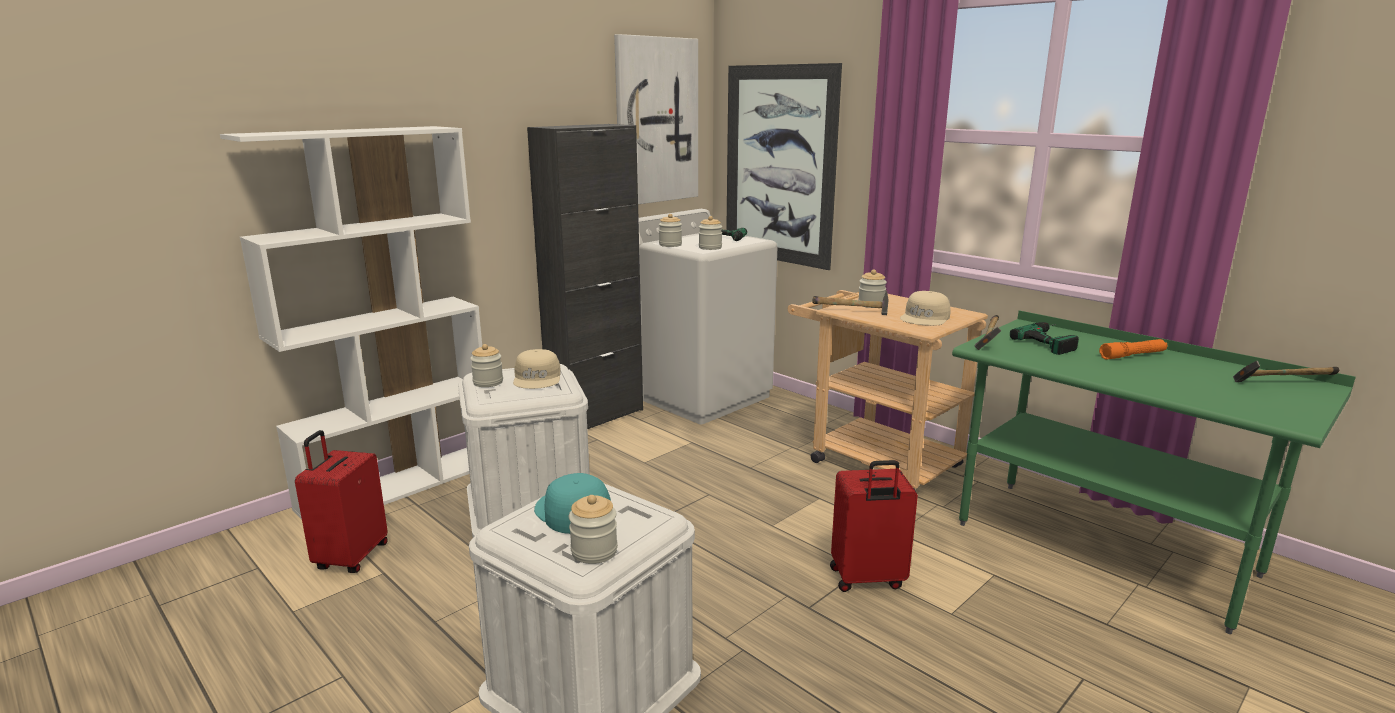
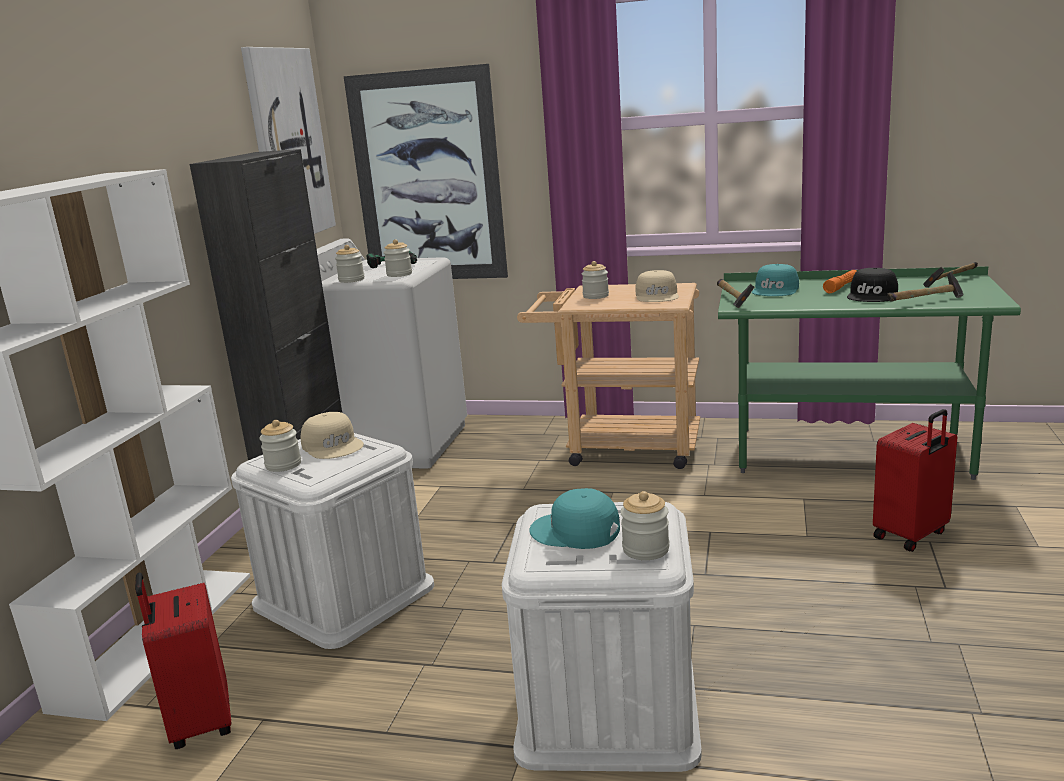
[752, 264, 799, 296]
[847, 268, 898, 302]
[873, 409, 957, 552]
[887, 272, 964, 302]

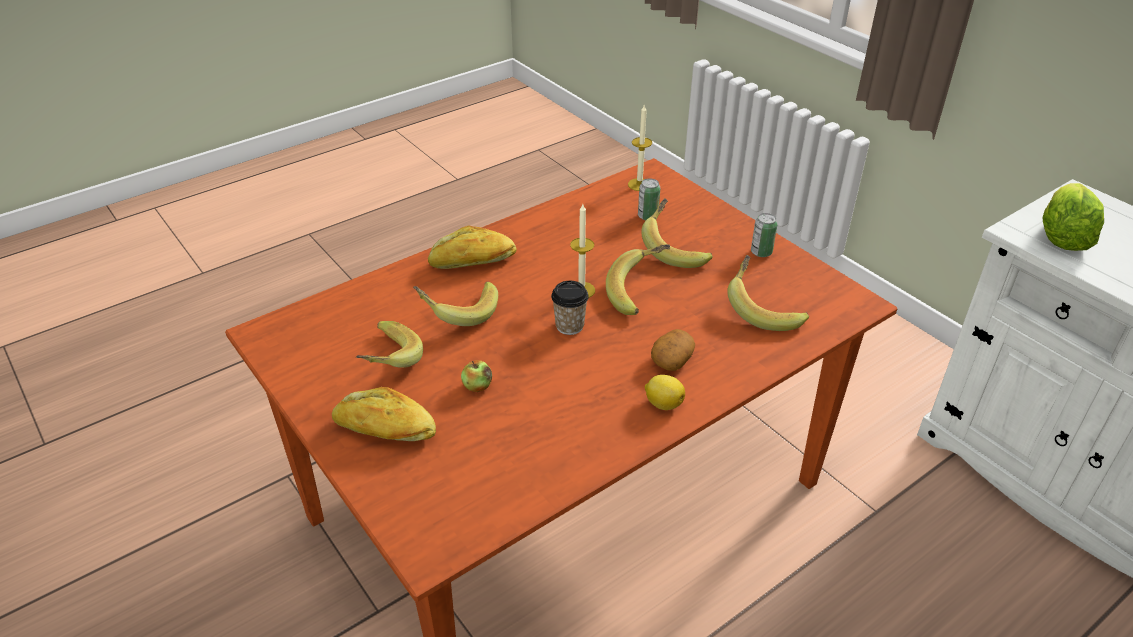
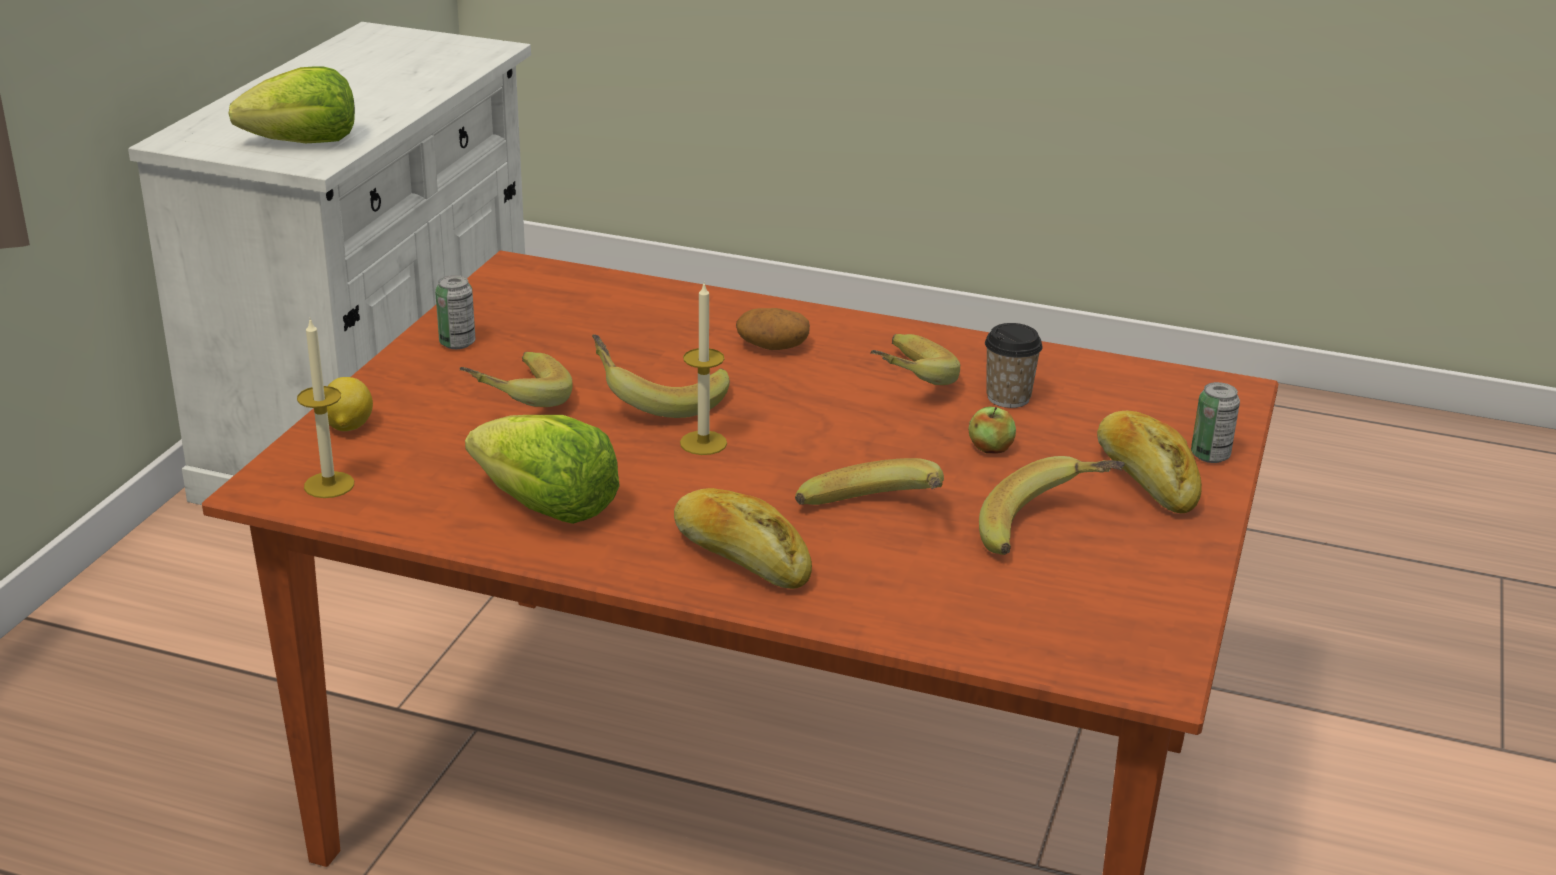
[327, 377, 373, 431]
[465, 415, 620, 524]
[870, 334, 960, 385]
[985, 323, 1043, 408]
[1191, 382, 1240, 463]

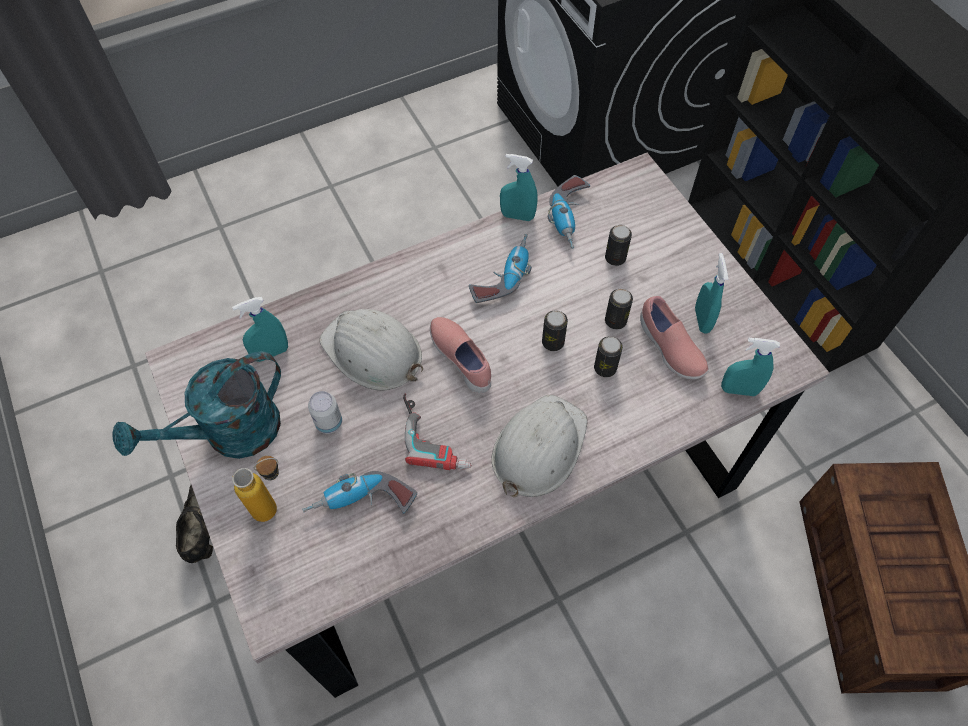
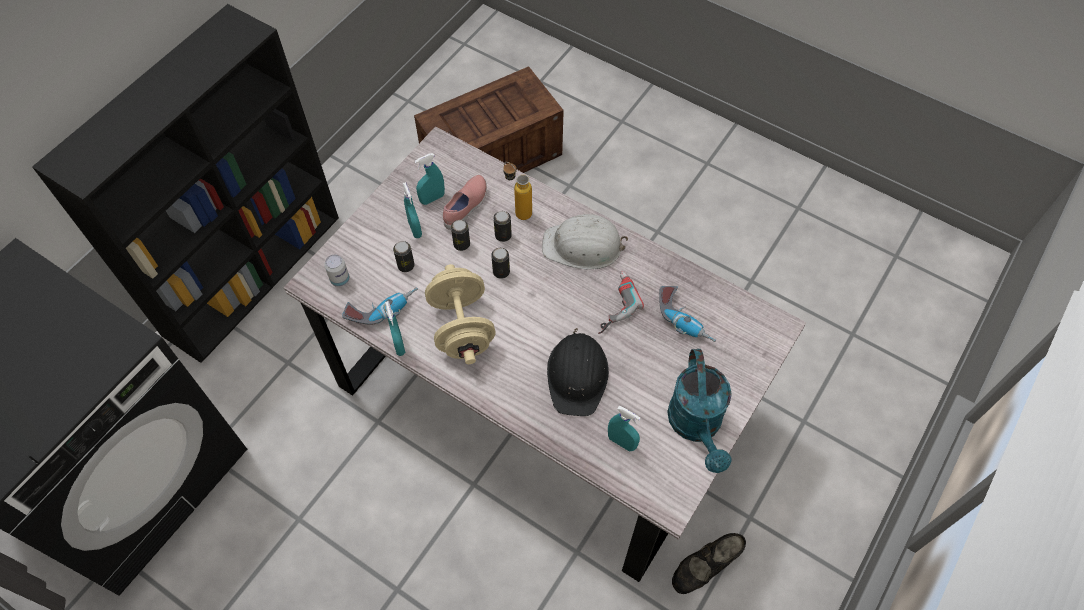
[324, 254, 350, 287]
[402, 182, 422, 238]
[425, 264, 496, 364]
[503, 162, 532, 220]
[547, 328, 609, 416]
[667, 349, 732, 473]
[430, 317, 491, 393] (first image)

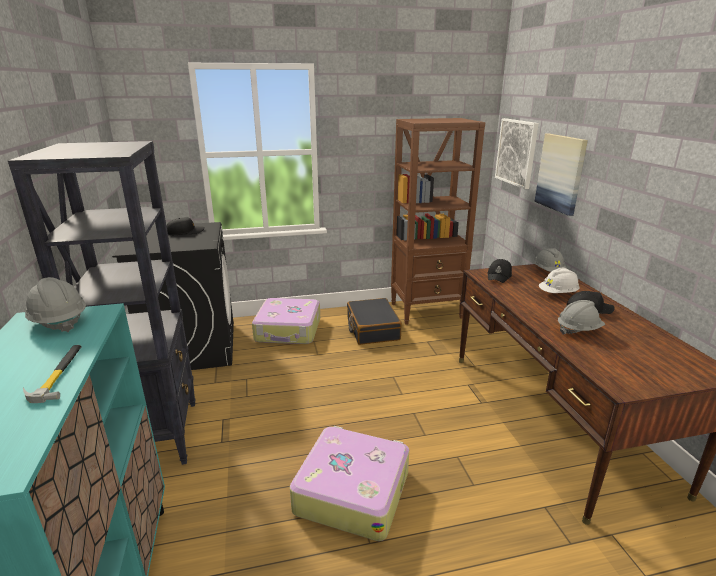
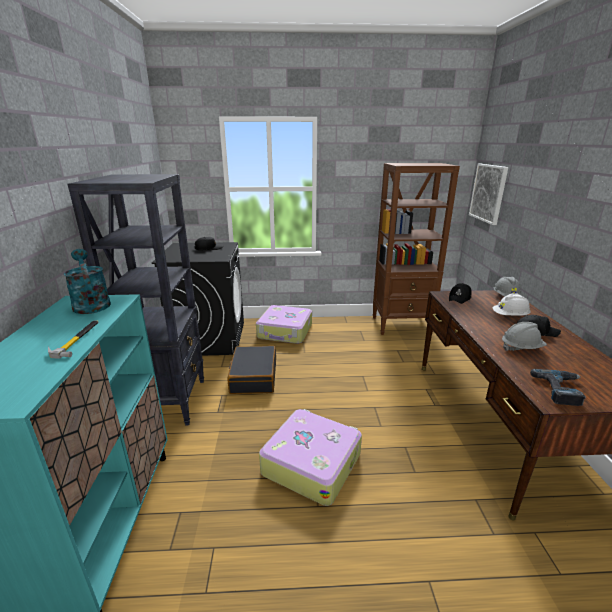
[64, 249, 111, 314]
[228, 346, 276, 394]
[530, 369, 586, 406]
[534, 134, 588, 216] (first image)

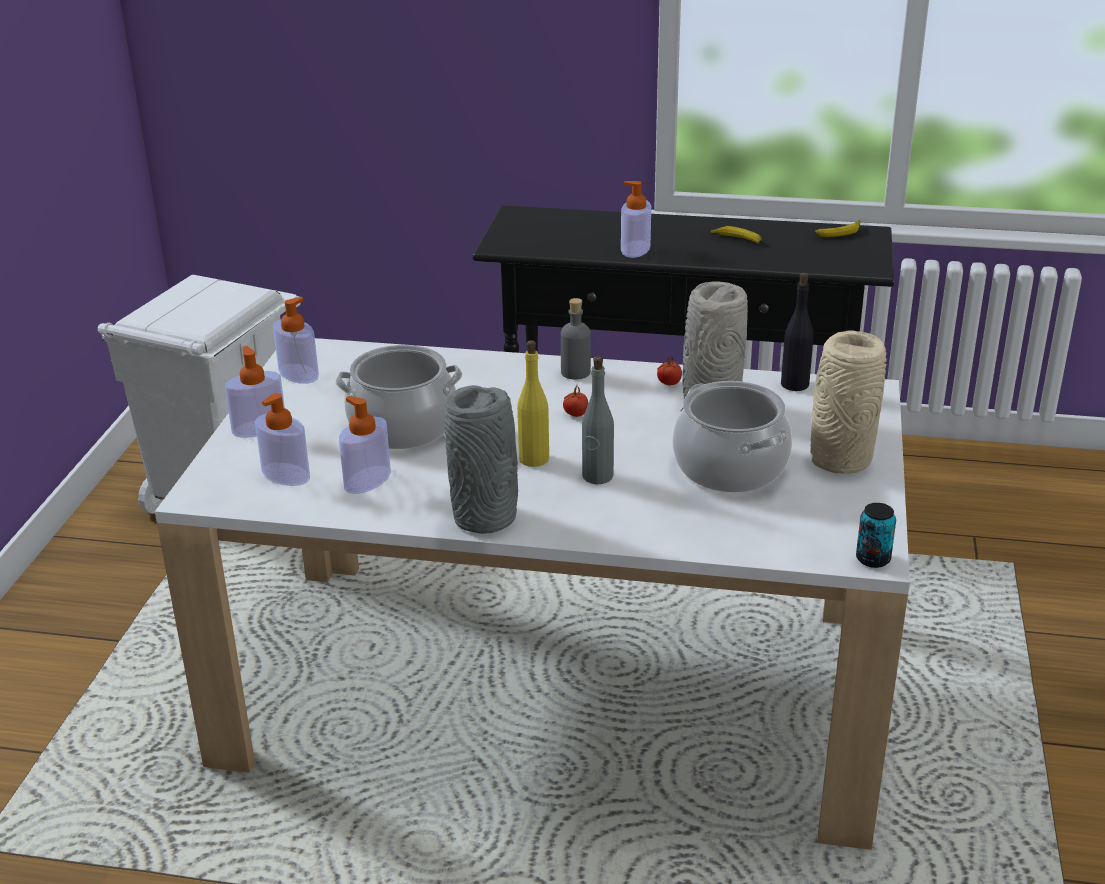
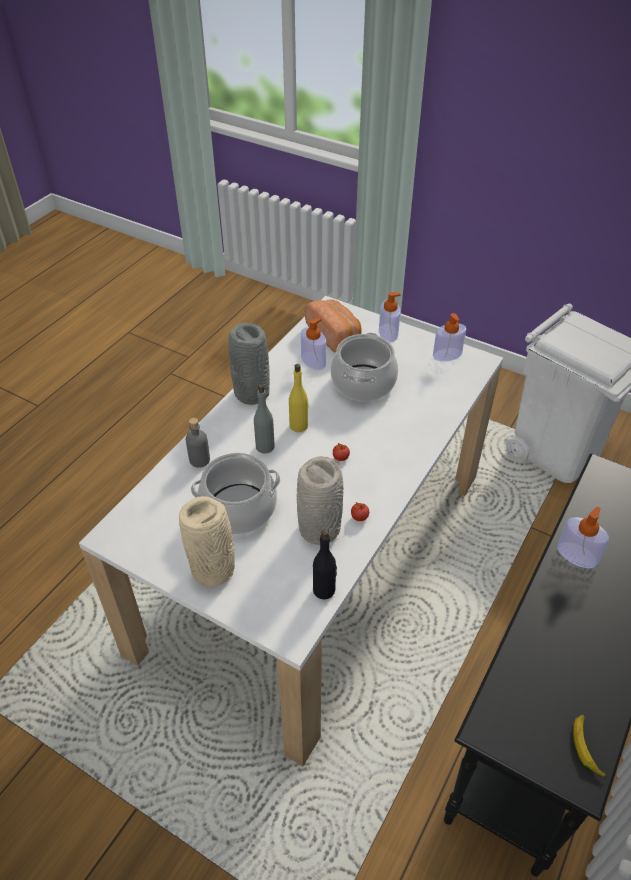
[186, 418, 210, 468]
[305, 299, 362, 353]
[710, 226, 762, 244] (first image)
[856, 503, 896, 568] (first image)

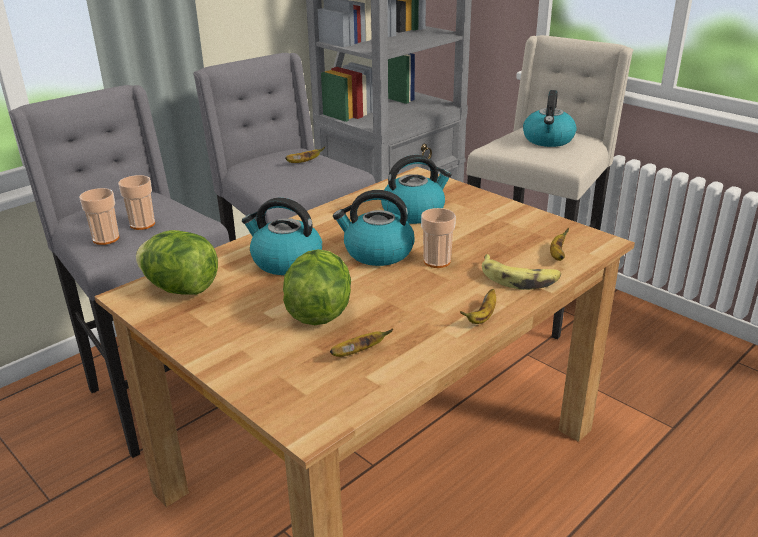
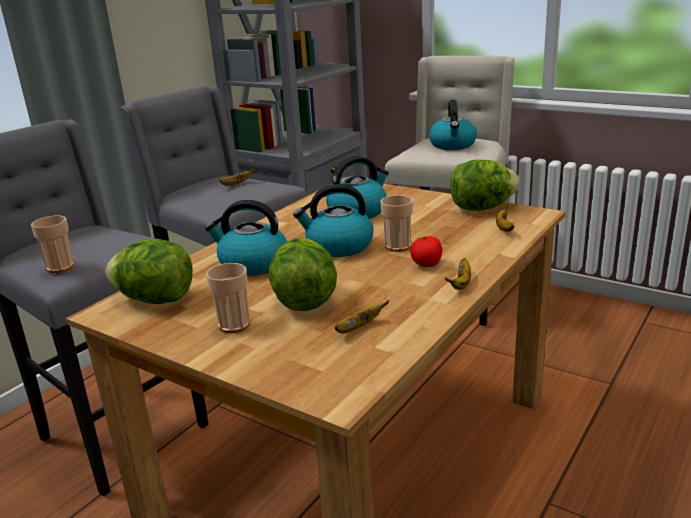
[206, 263, 250, 333]
[410, 236, 442, 267]
[450, 159, 520, 211]
[482, 254, 561, 290] (first image)

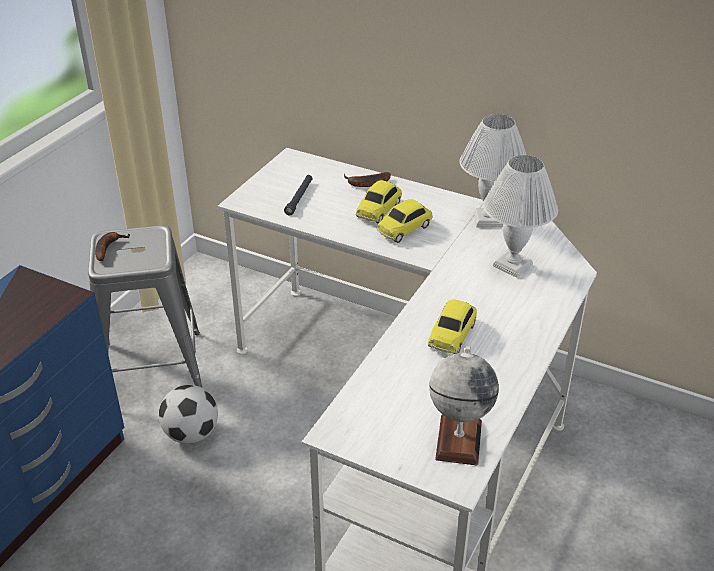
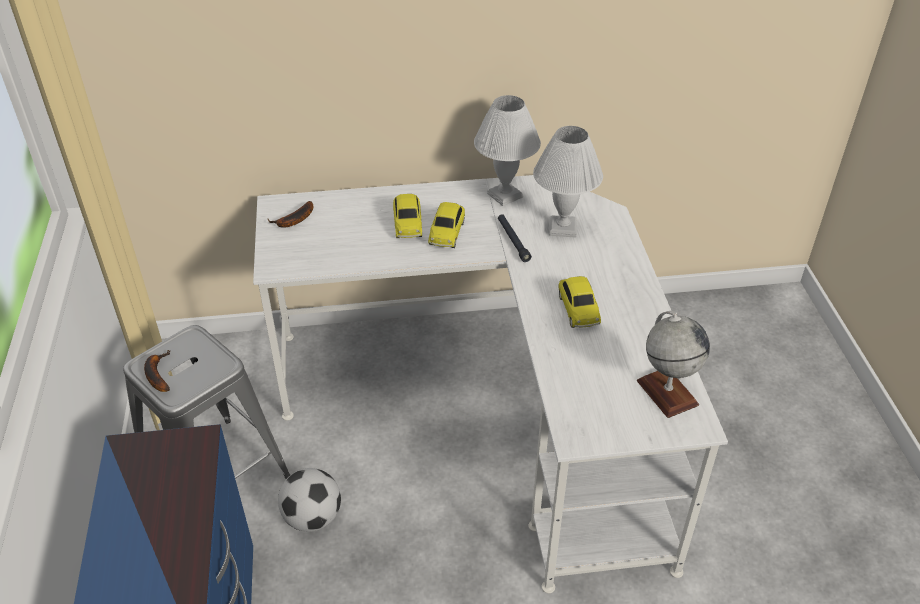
[267, 201, 313, 228]
[498, 214, 532, 262]

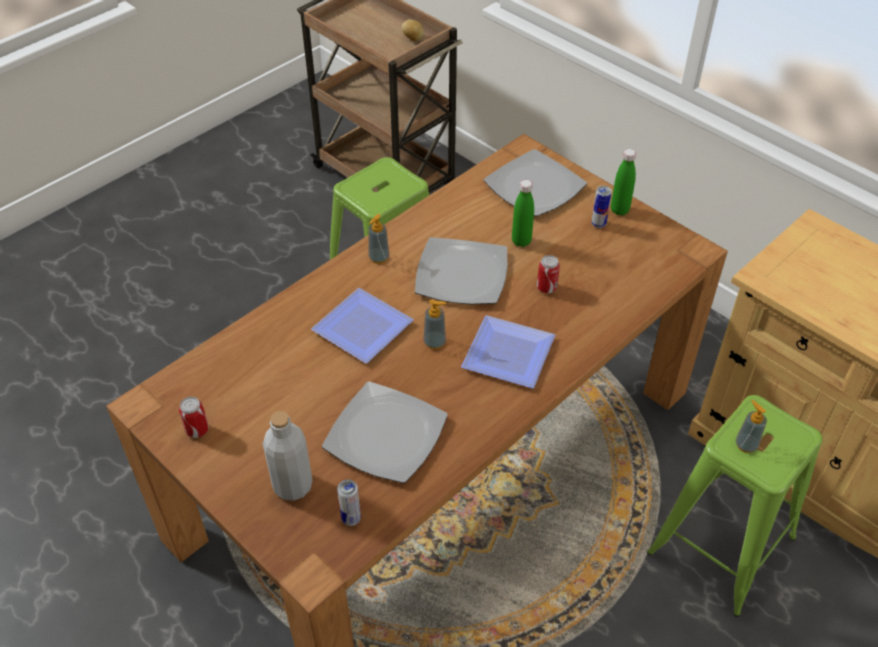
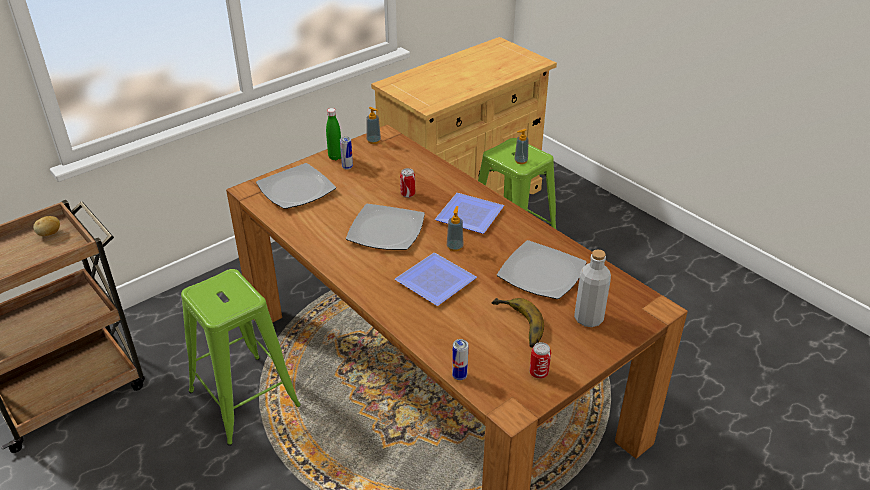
[367, 107, 381, 144]
[452, 339, 468, 380]
[491, 298, 544, 348]
[512, 180, 534, 247] (first image)

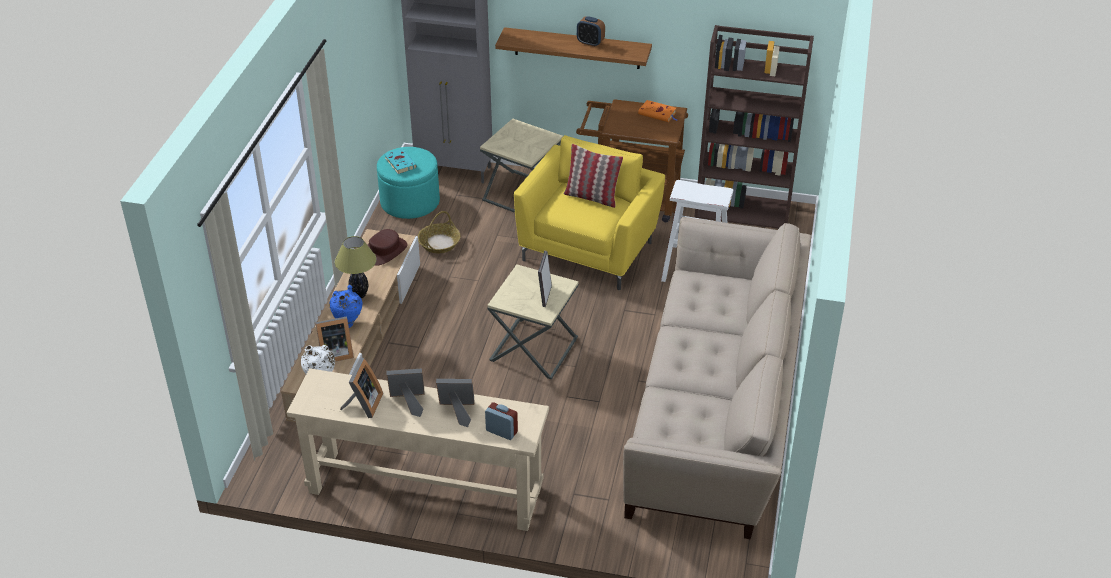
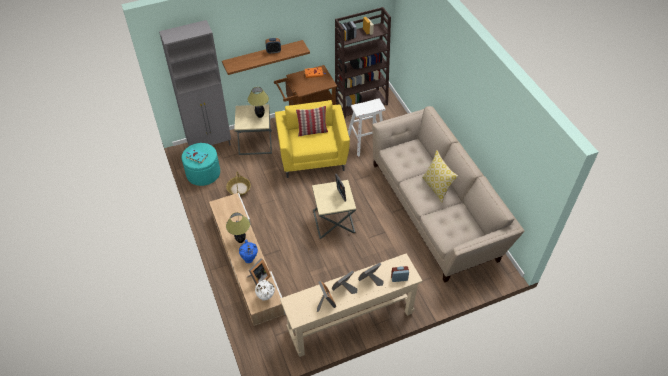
[248, 87, 269, 118]
[422, 150, 458, 203]
[367, 229, 408, 266] (first image)

